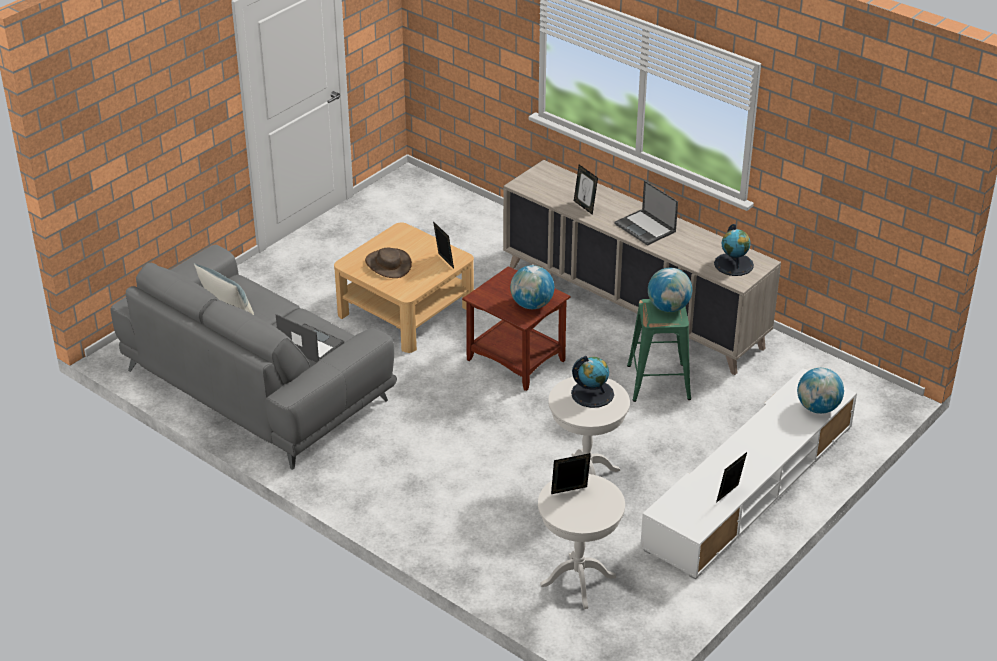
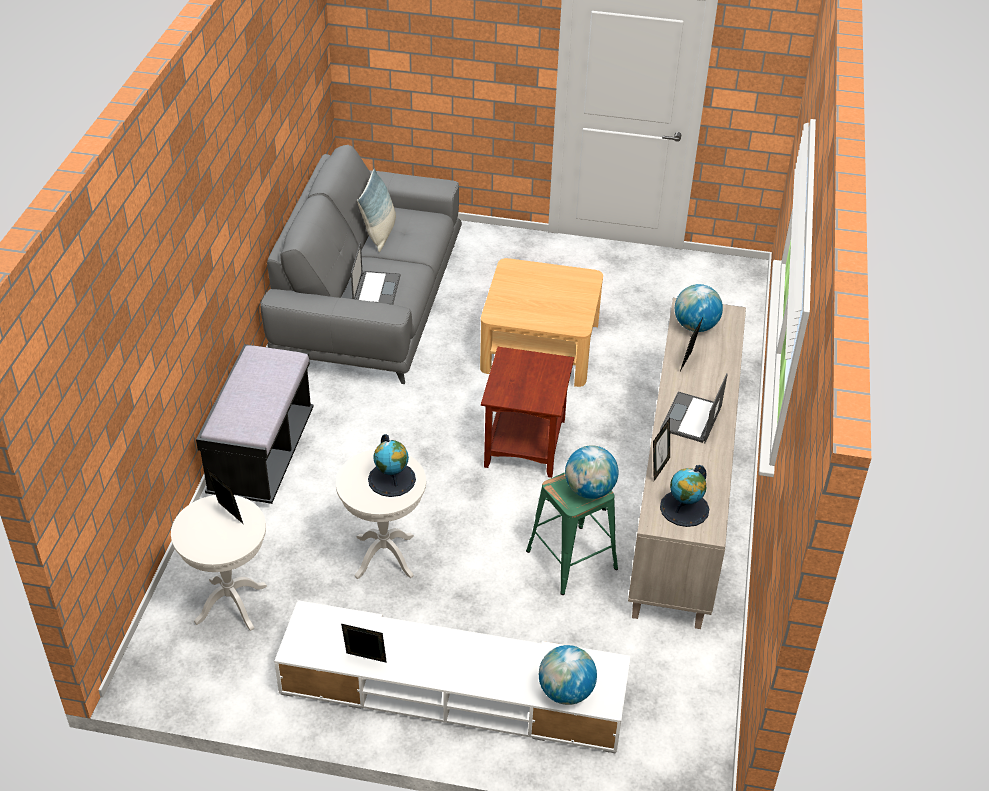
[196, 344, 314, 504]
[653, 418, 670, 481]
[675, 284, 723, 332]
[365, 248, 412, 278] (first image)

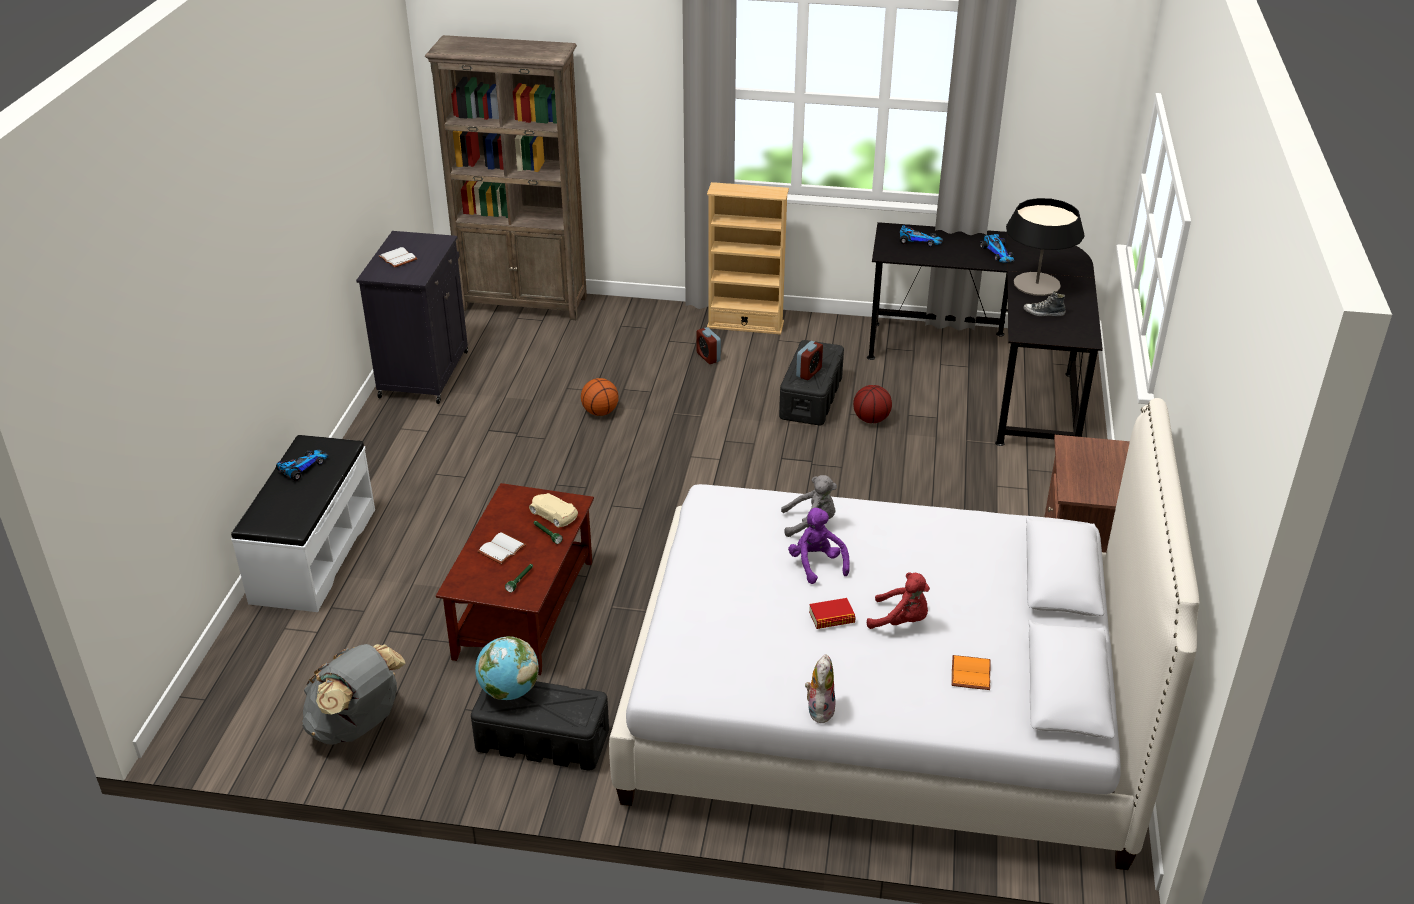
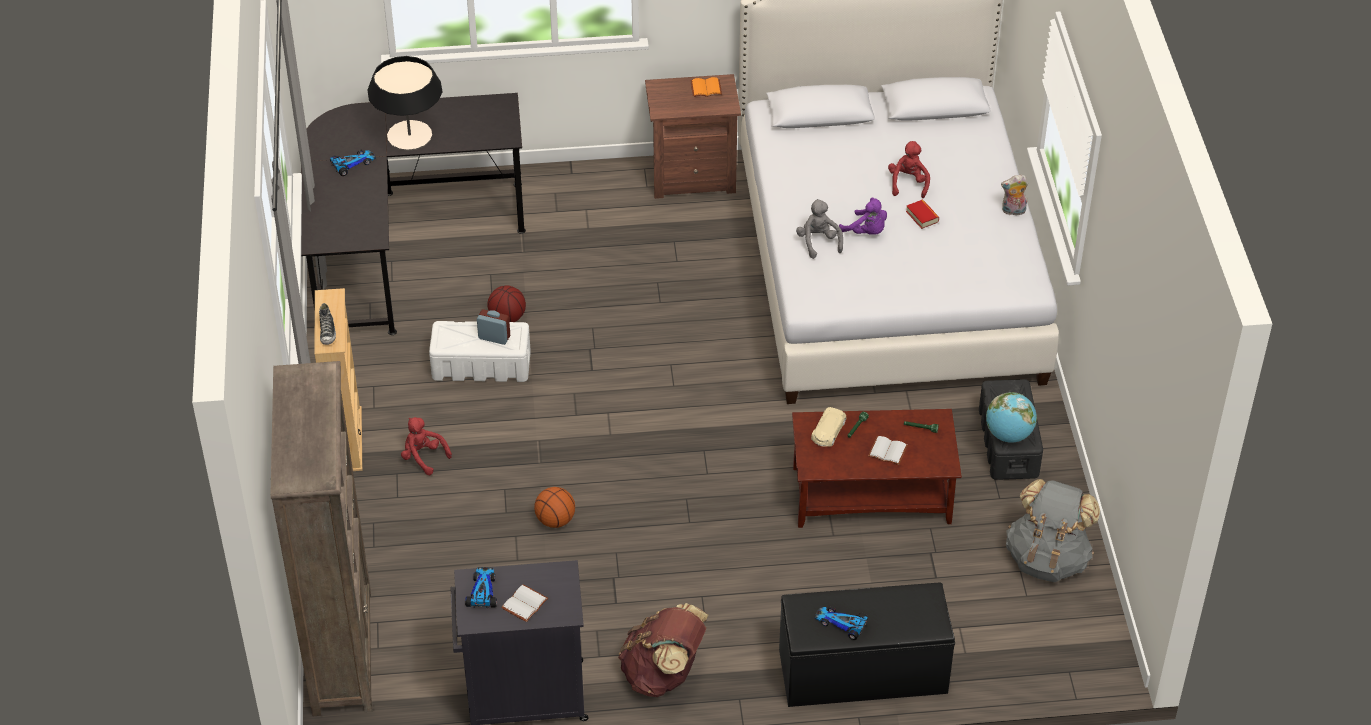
[319, 303, 336, 345]
[401, 417, 452, 475]
[429, 321, 531, 382]
[465, 567, 497, 608]
[618, 603, 708, 697]
[690, 77, 722, 97]
[779, 583, 955, 707]
[839, 198, 887, 235]

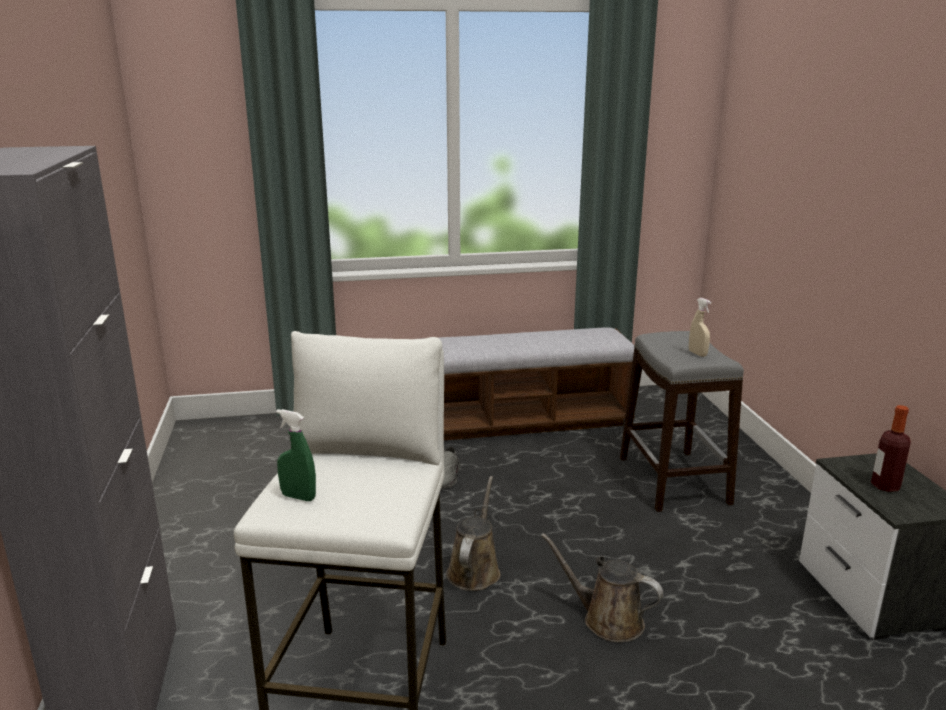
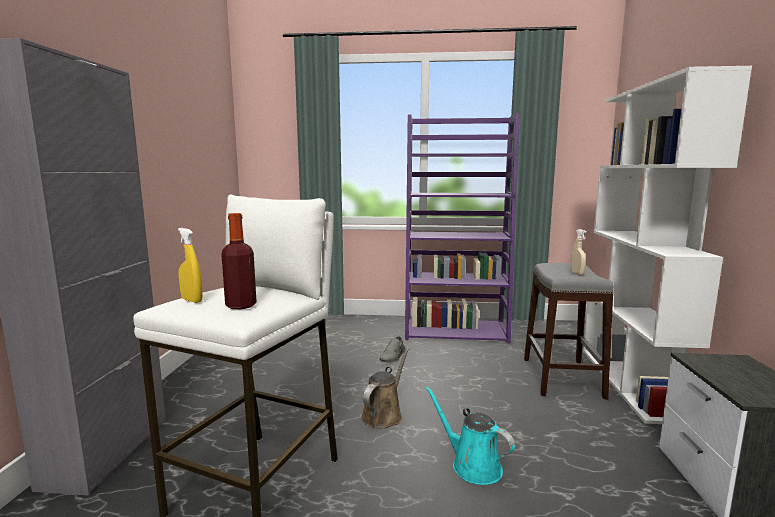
[178, 228, 203, 303]
[221, 213, 257, 309]
[405, 113, 520, 343]
[425, 386, 515, 485]
[583, 66, 752, 424]

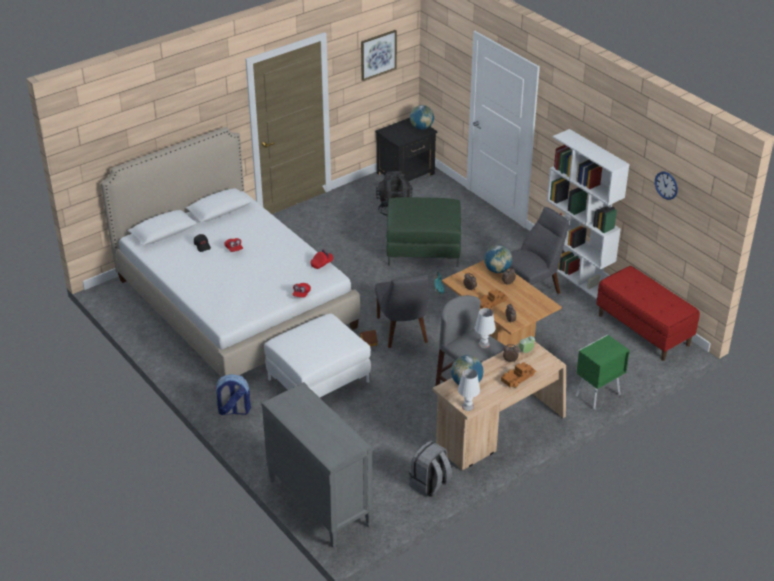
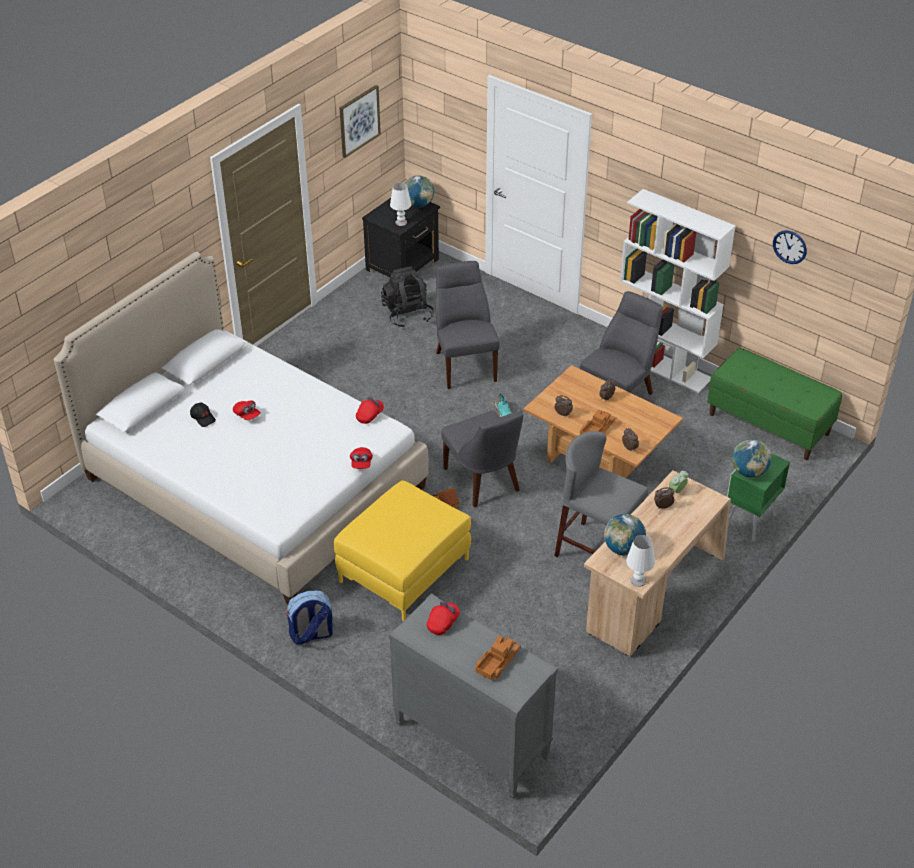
[334, 480, 471, 621]
[390, 183, 411, 226]
[427, 601, 460, 635]
[435, 261, 500, 389]
[475, 635, 521, 680]
[707, 348, 842, 460]
[732, 439, 771, 478]
[409, 441, 452, 497] (first image)

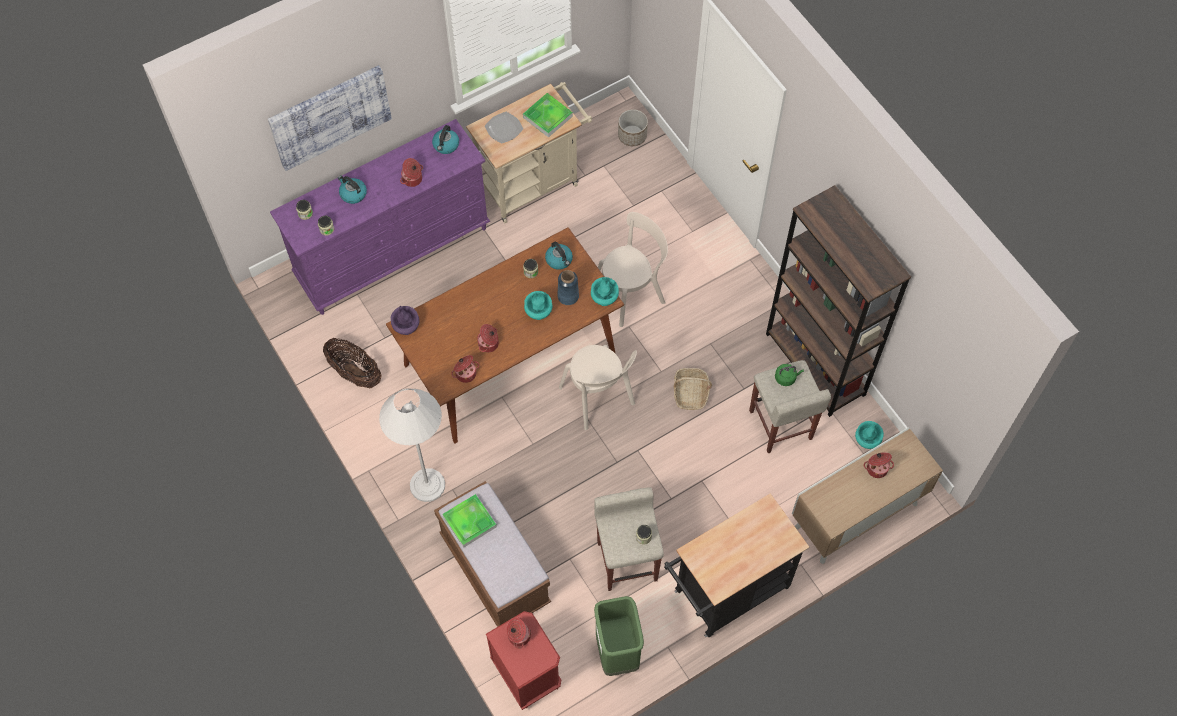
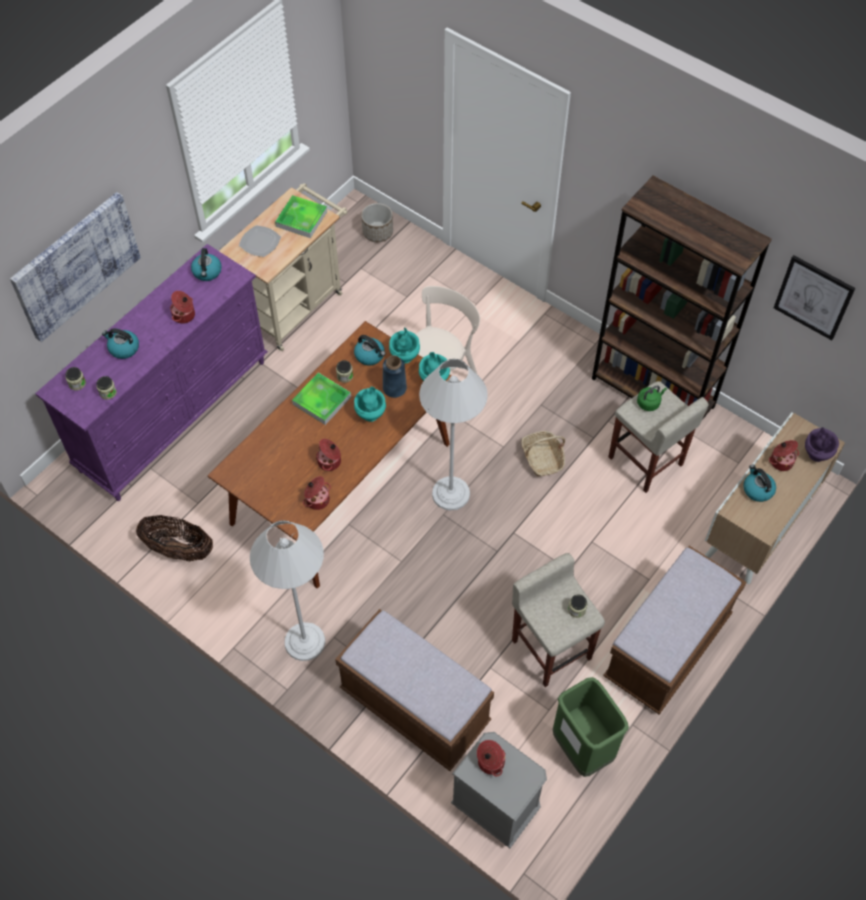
[292, 373, 351, 425]
[389, 327, 420, 364]
[419, 359, 488, 510]
[451, 732, 547, 848]
[603, 546, 747, 714]
[743, 465, 776, 502]
[774, 255, 855, 340]
[805, 427, 839, 462]

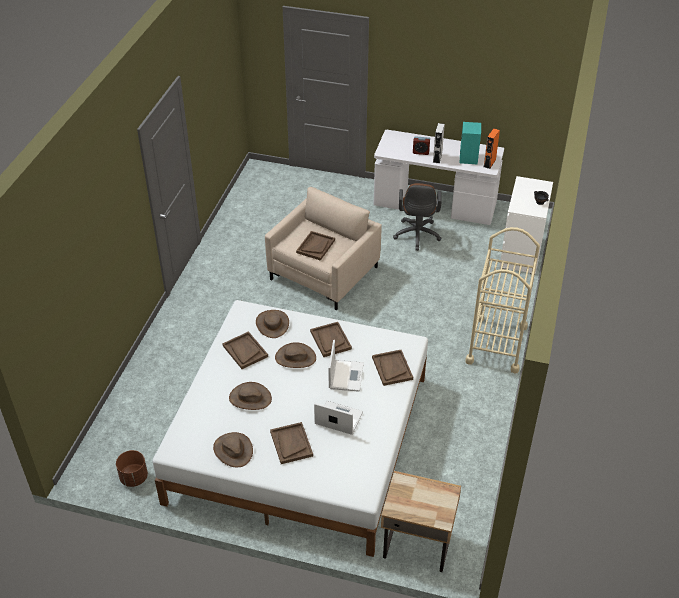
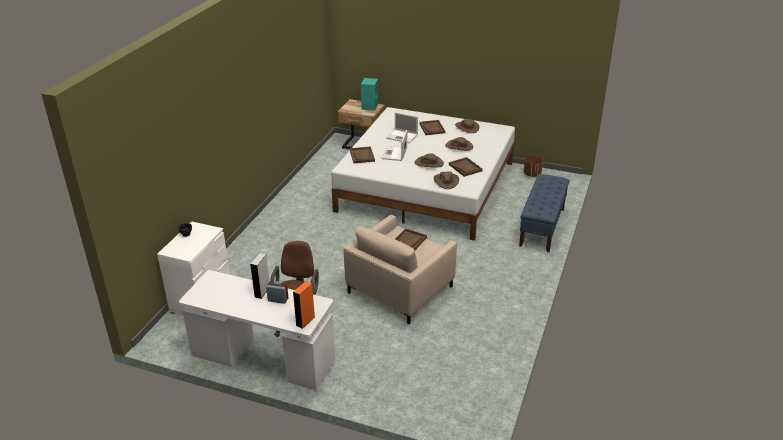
[293, 281, 315, 329]
[361, 78, 378, 111]
[519, 174, 570, 252]
[310, 322, 352, 357] (first image)
[465, 227, 540, 373] (first image)

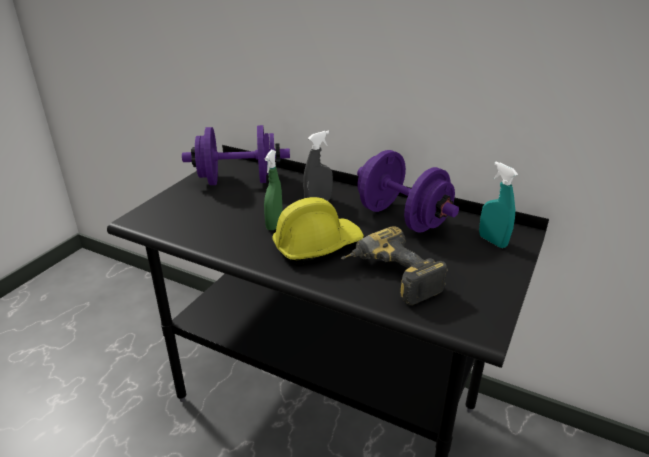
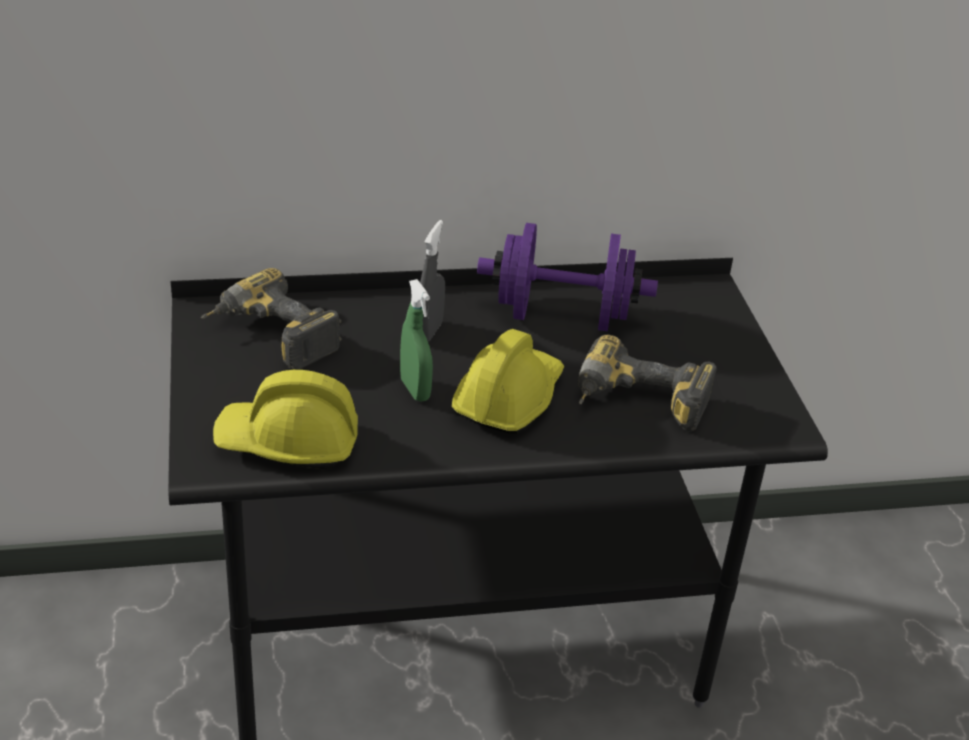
[201, 268, 342, 370]
[213, 370, 358, 469]
[479, 162, 518, 248] (first image)

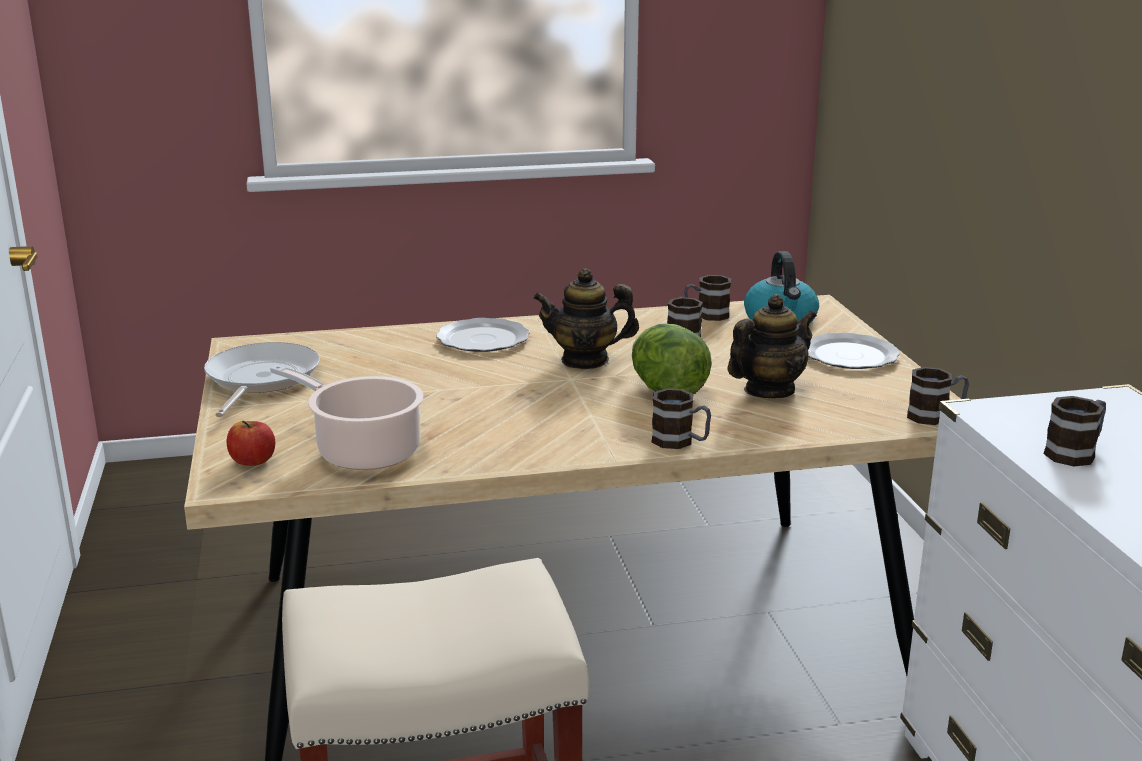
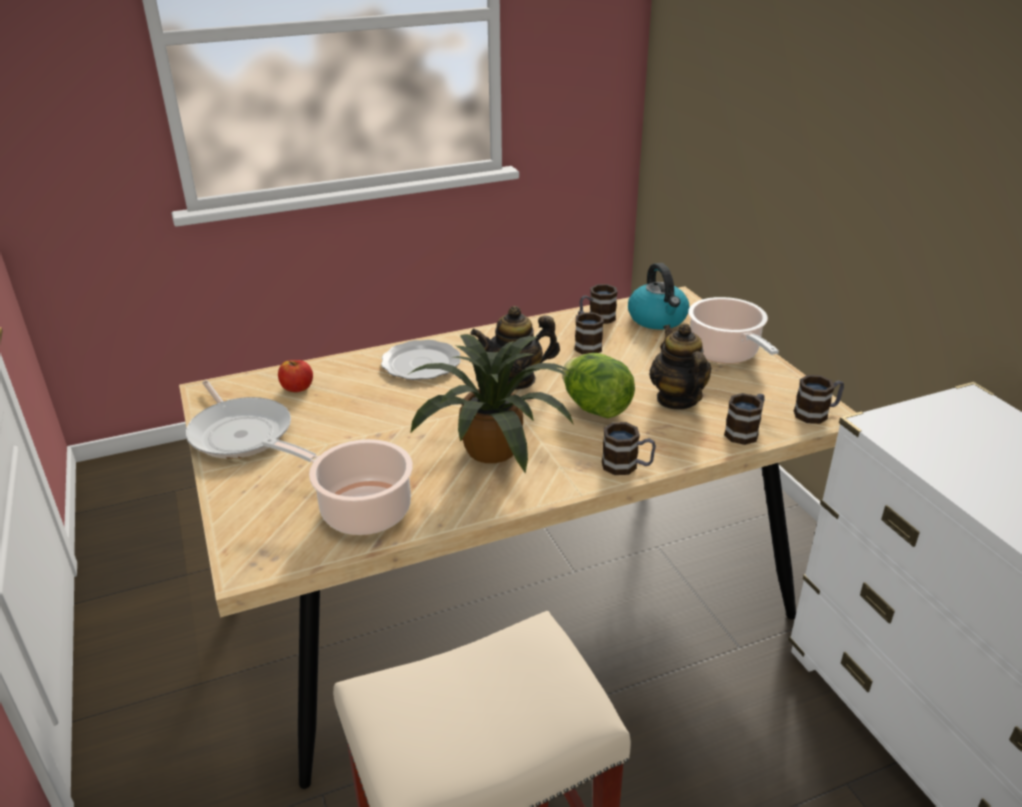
[186, 380, 291, 459]
[278, 360, 313, 392]
[409, 334, 574, 474]
[649, 323, 711, 410]
[688, 297, 779, 364]
[724, 393, 765, 445]

